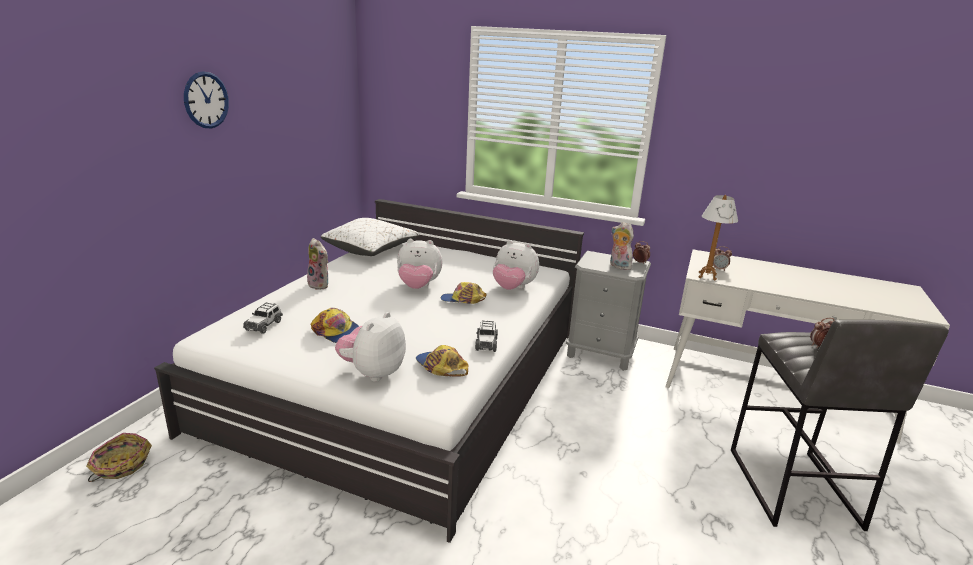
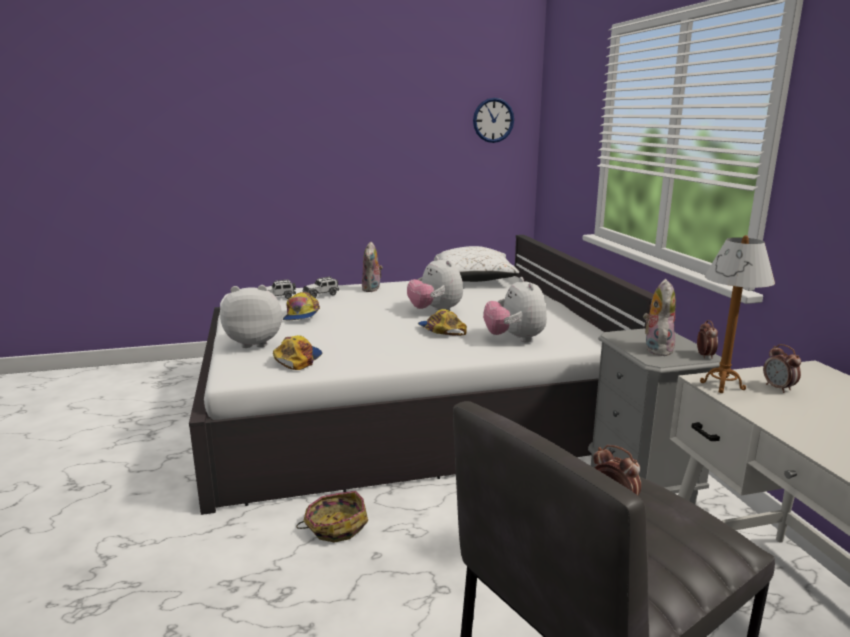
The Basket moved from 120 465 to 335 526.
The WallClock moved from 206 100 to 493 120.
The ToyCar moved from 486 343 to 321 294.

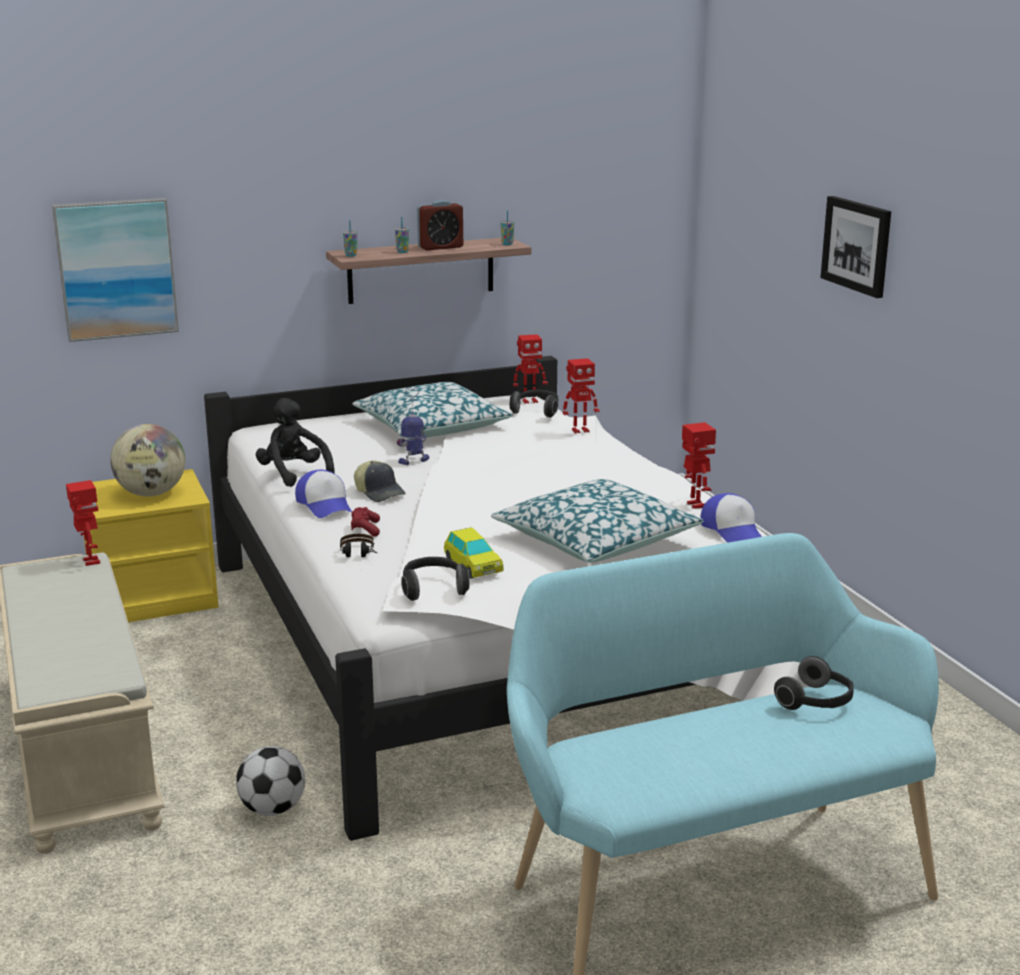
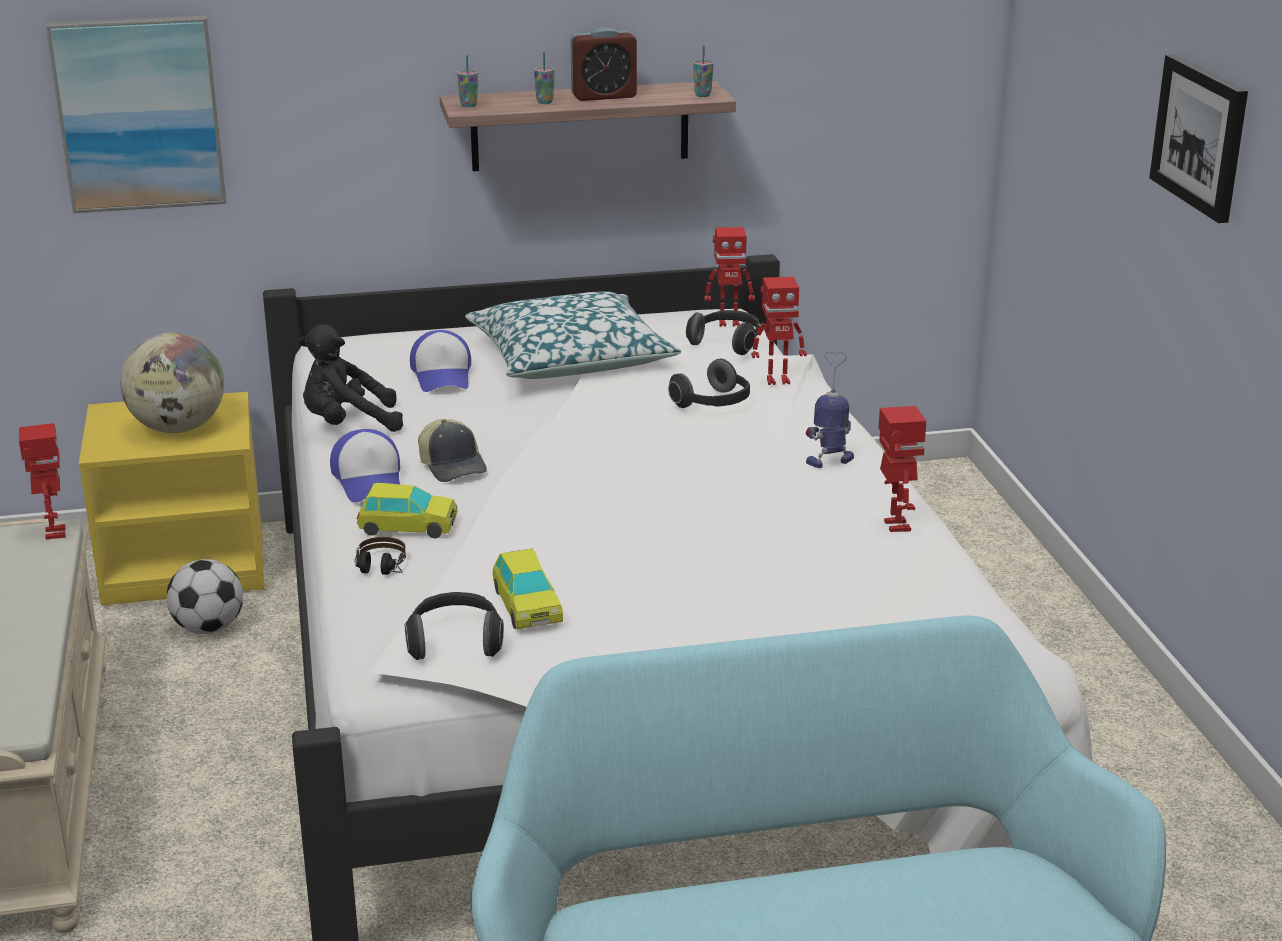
The Pillow at 595 540 disappeared.
The Football moved from 273 809 to 209 628.
The ToyRobot moved from 414 461 to 831 461.
The Cap moved from 733 531 to 443 375.
The Headphones moved from 816 702 to 714 404.
The RedGameController at 365 529 was replaced by the ToyCar at 408 527.
The BlackPlushToy at 293 474 turned 75 degrees counterclockwise.

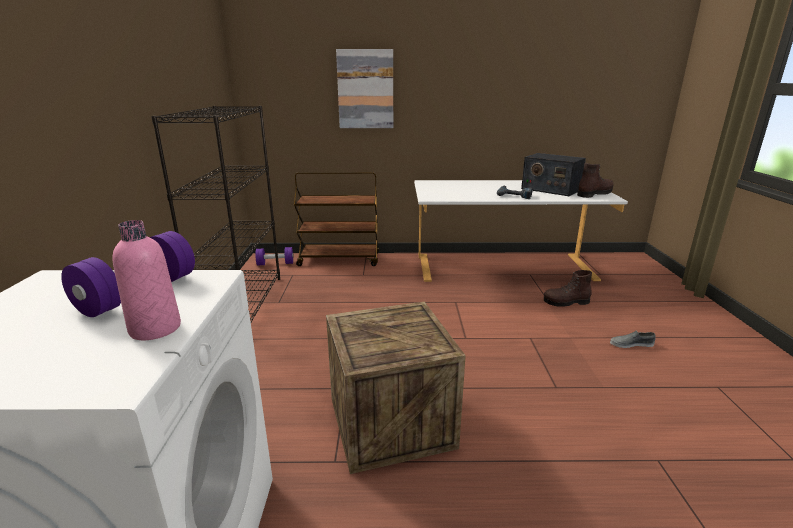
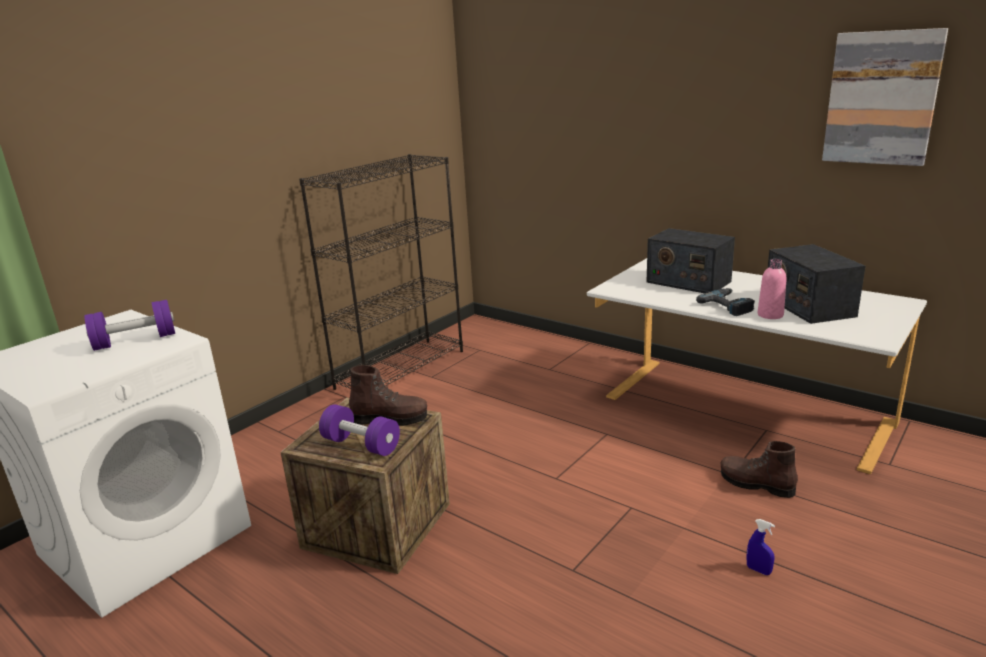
The BrownCart at 340 260 disappeared.
The Radio at 688 282 appeared.
The PinkBottle moved from 155 328 to 770 315.
The PurpleDumbbell moved from 275 264 to 361 445.
The Picture moved from 365 89 to 881 98.
The BrownBoot moved from 594 194 to 390 418.
The GreyShoe at 631 344 was replaced by the BlueSprayBottle at 758 570.

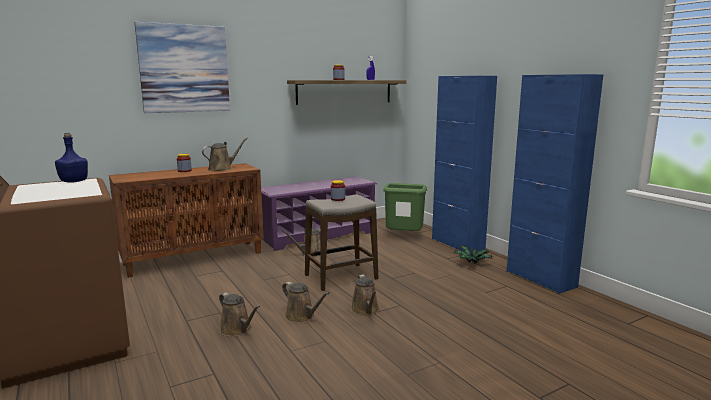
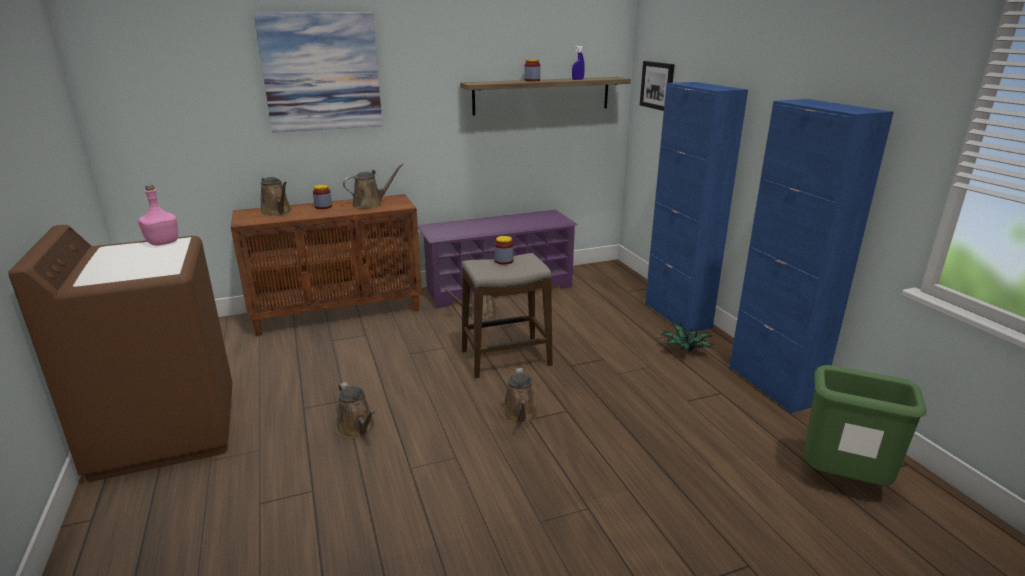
The Picture at 657 85 appeared.
The BrownWateringCan moved from 302 316 to 277 212.
The GreenTrashCan moved from 404 237 to 842 483.
The BlueBottle at 74 181 became the PinkBottle at 163 243.

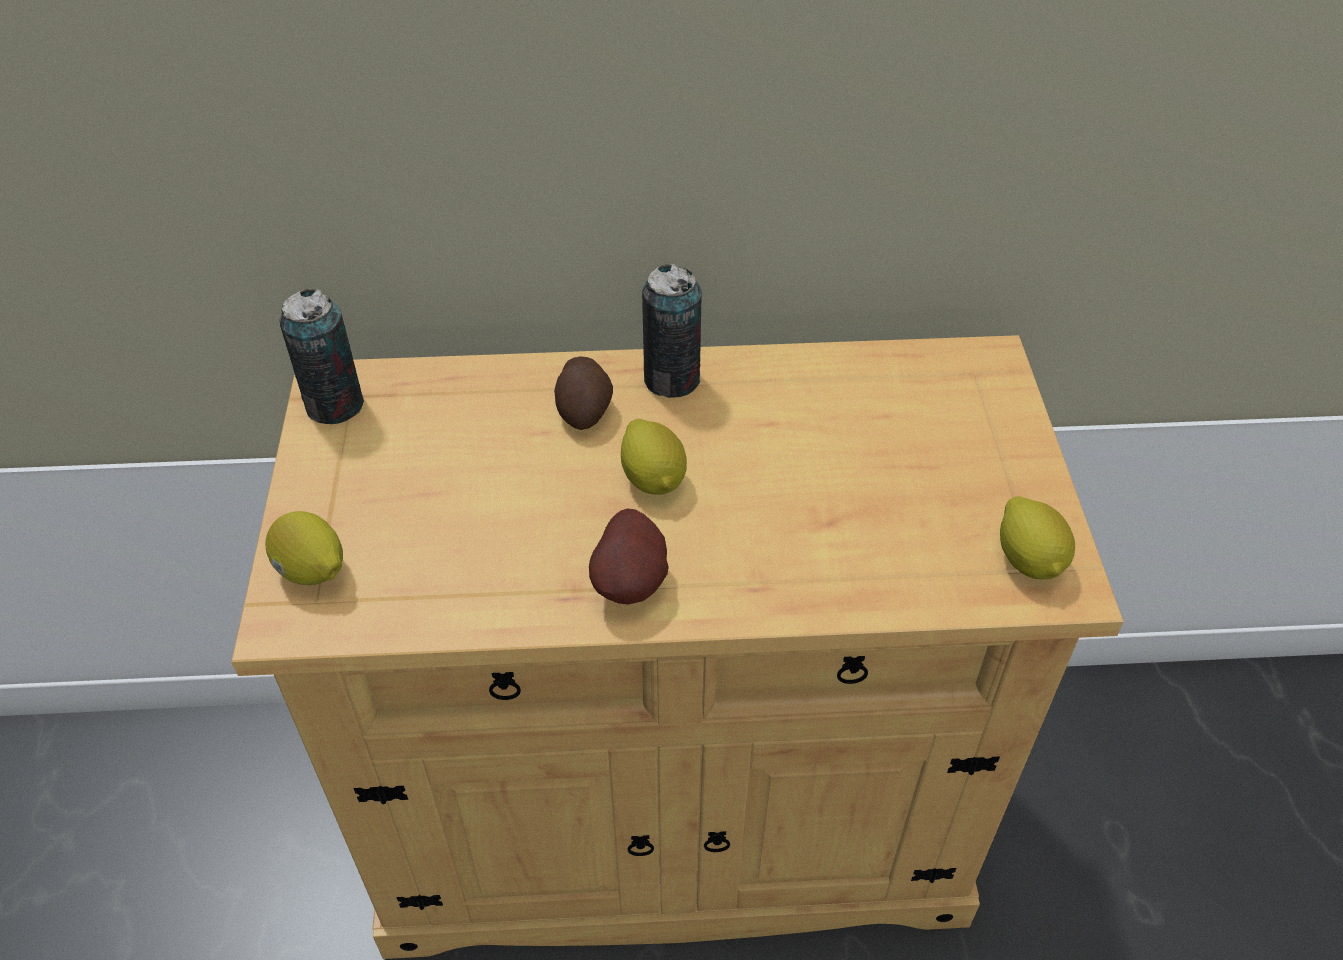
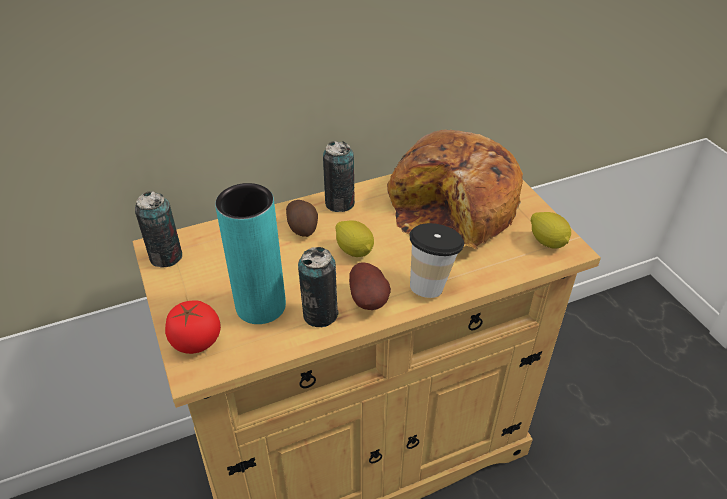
The TurquoiseVase at 261 306 appeared.
The Can at 320 314 appeared.
The Bread at 454 210 appeared.
The Cup at 431 283 appeared.
The Lemon at 312 571 was replaced by the Tomato at 196 341.

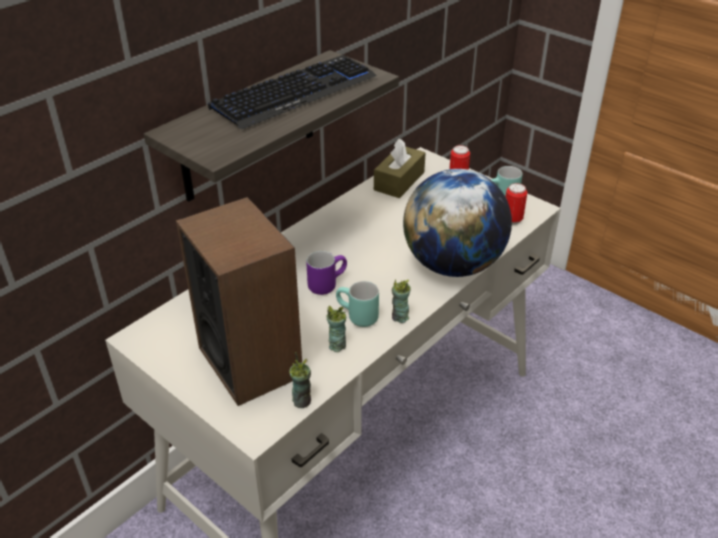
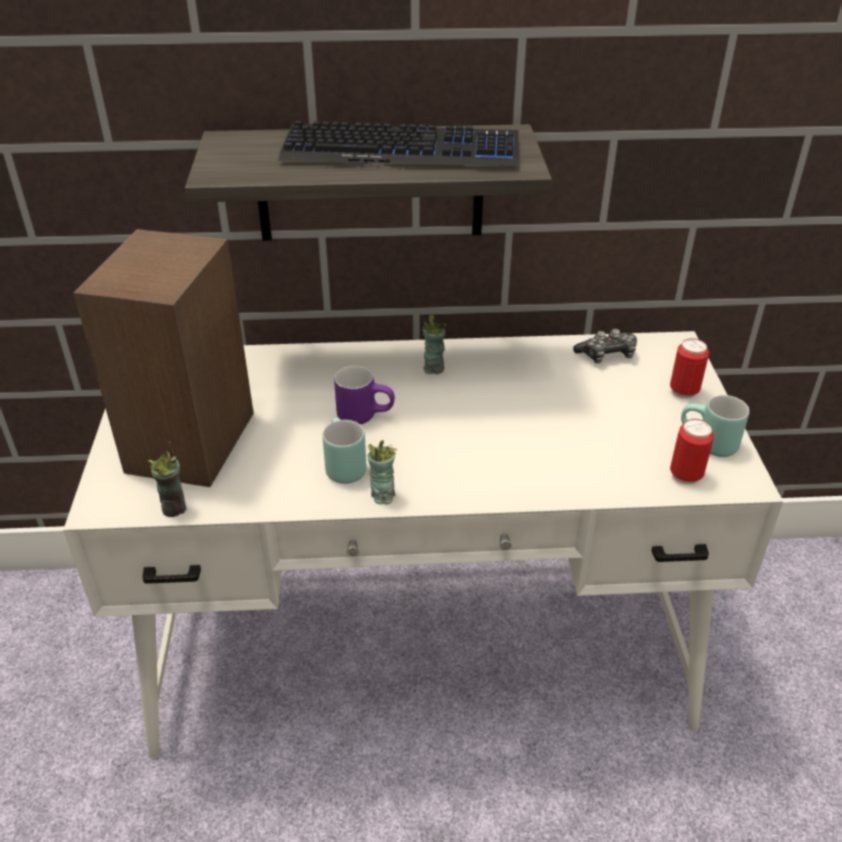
The Globe at 452 265 disappeared.
The Cup moved from 337 345 to 433 368.
The BrownTissueBox at 399 181 was replaced by the GameController at 607 355.

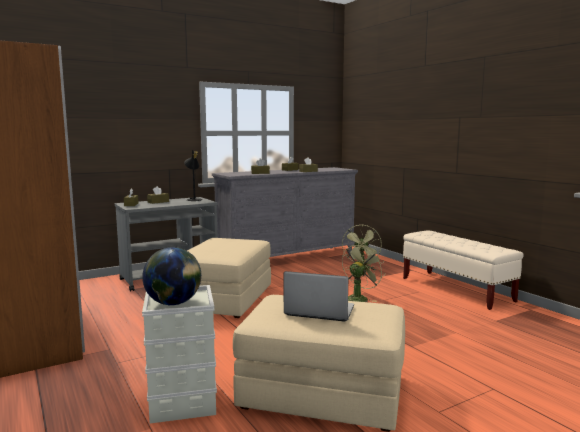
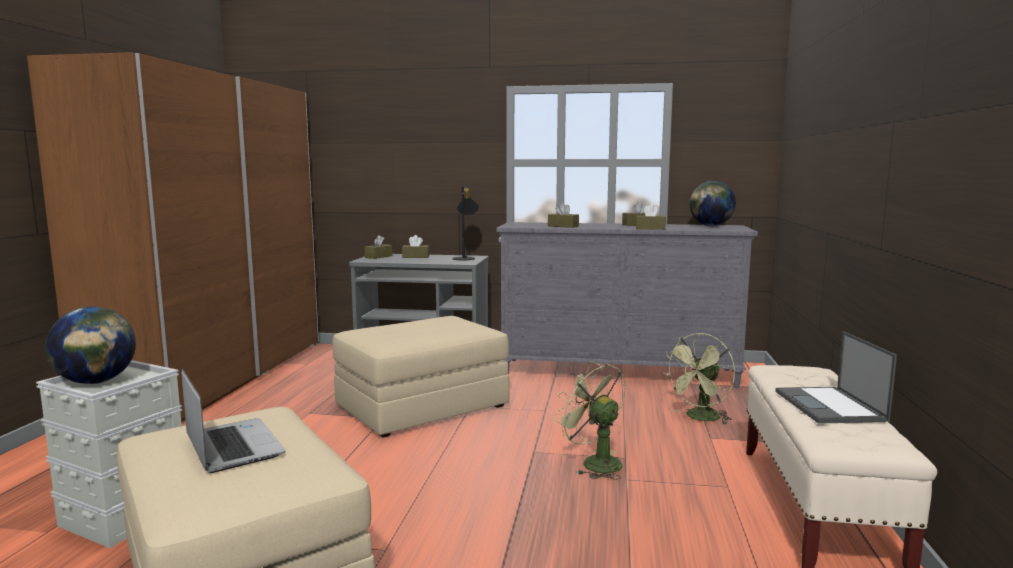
The Globe at 711 226 appeared.
The Laptop at 830 406 appeared.
The GreenFan at 359 298 turned 120 degrees counterclockwise.

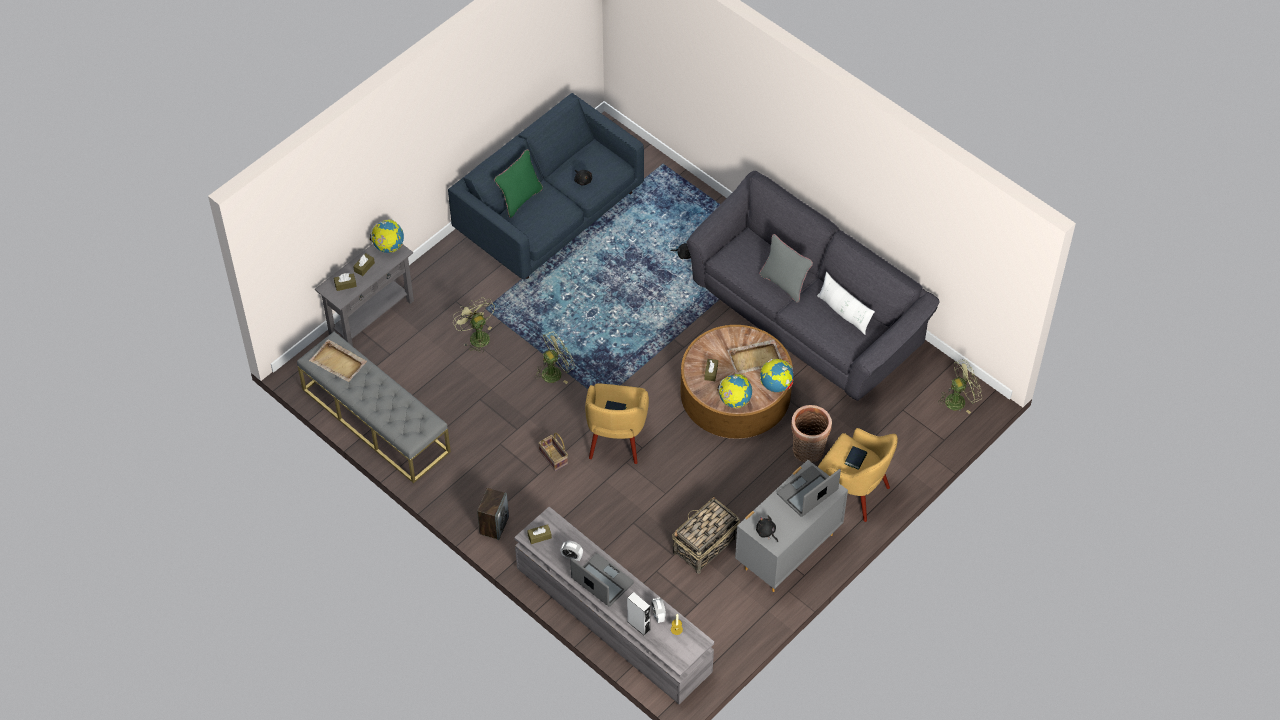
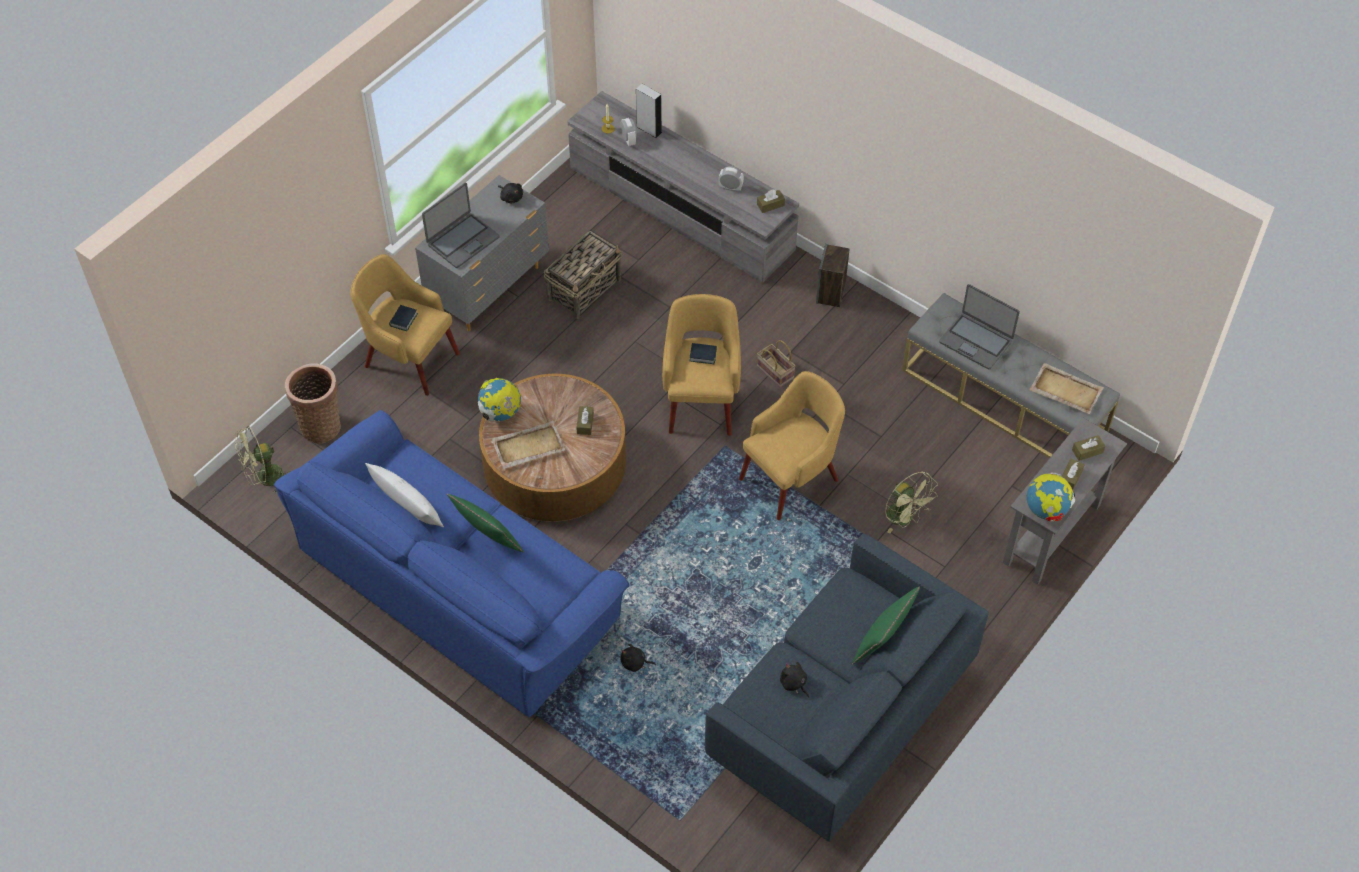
The Globe at 734 401 disappeared.
The Laptop moved from 602 581 to 976 341.
The Basket moved from 808 452 to 321 425.
The GreenFan at 555 372 was replaced by the YellowArmchair at 791 478.
The GreySofa at 806 312 became the BlueSofa at 459 586.
The GreyPillow at 784 284 became the GreenPillow at 488 542.

